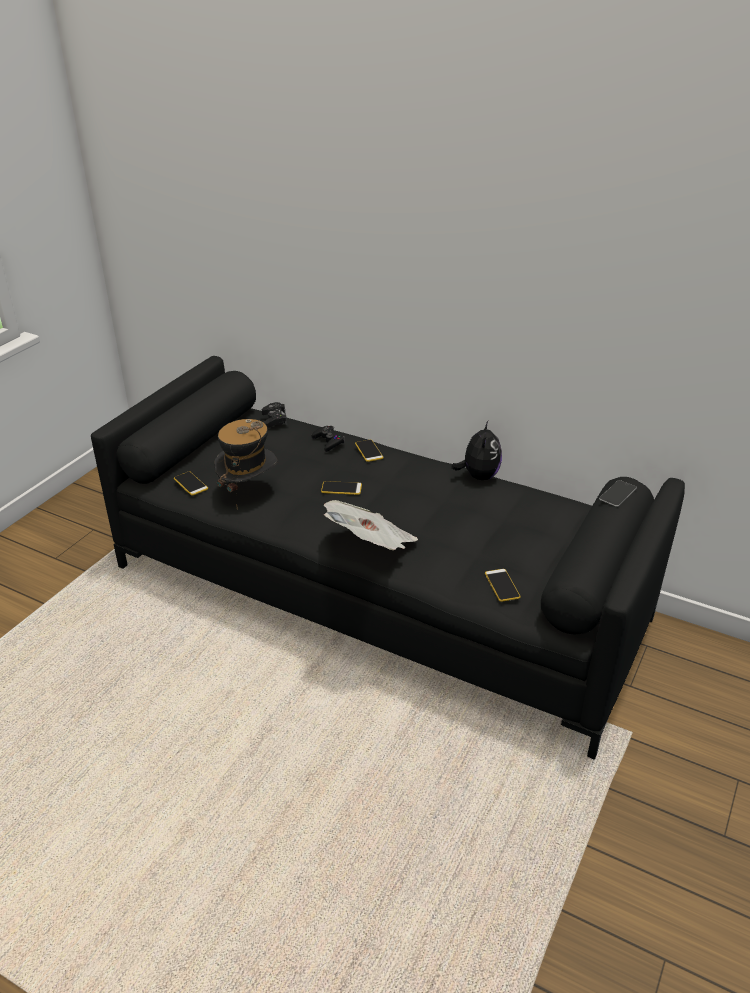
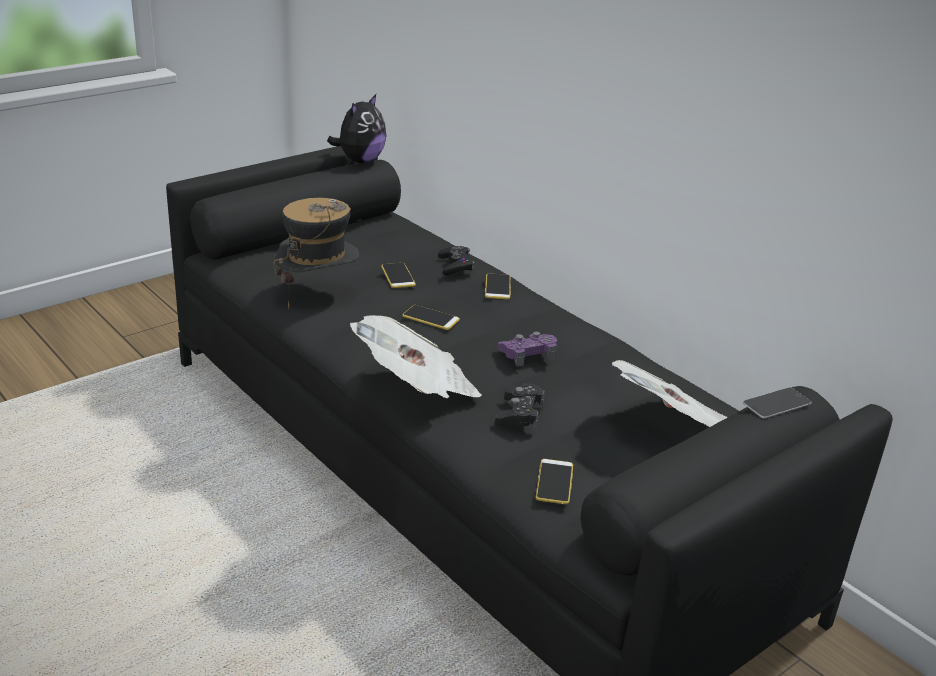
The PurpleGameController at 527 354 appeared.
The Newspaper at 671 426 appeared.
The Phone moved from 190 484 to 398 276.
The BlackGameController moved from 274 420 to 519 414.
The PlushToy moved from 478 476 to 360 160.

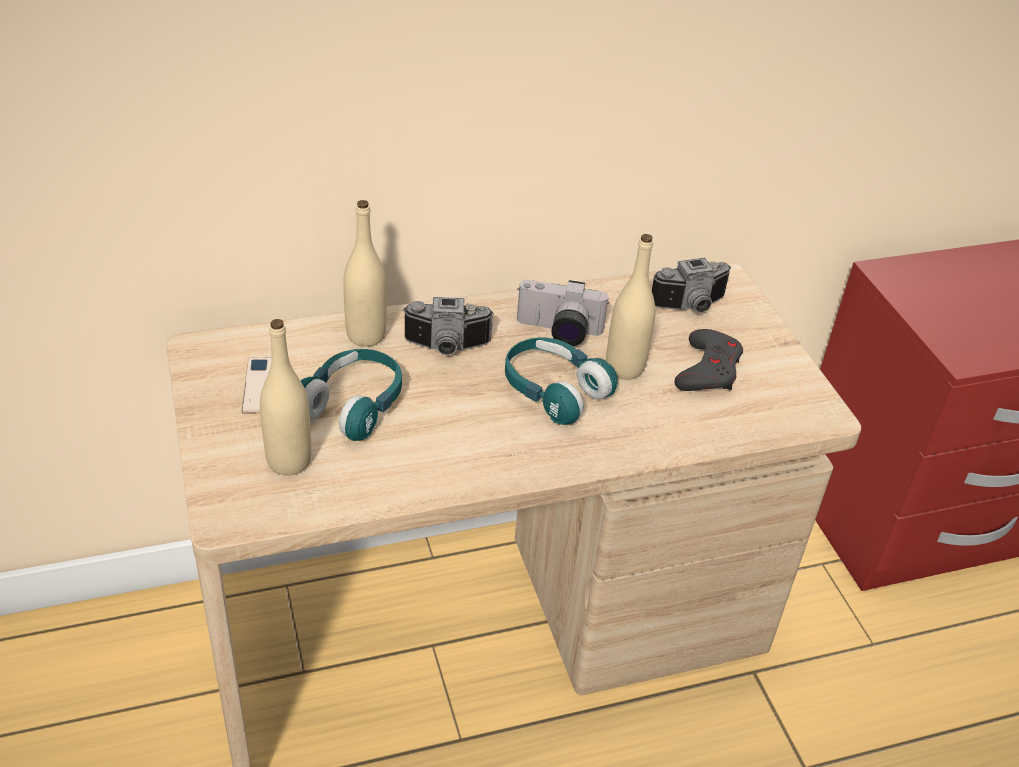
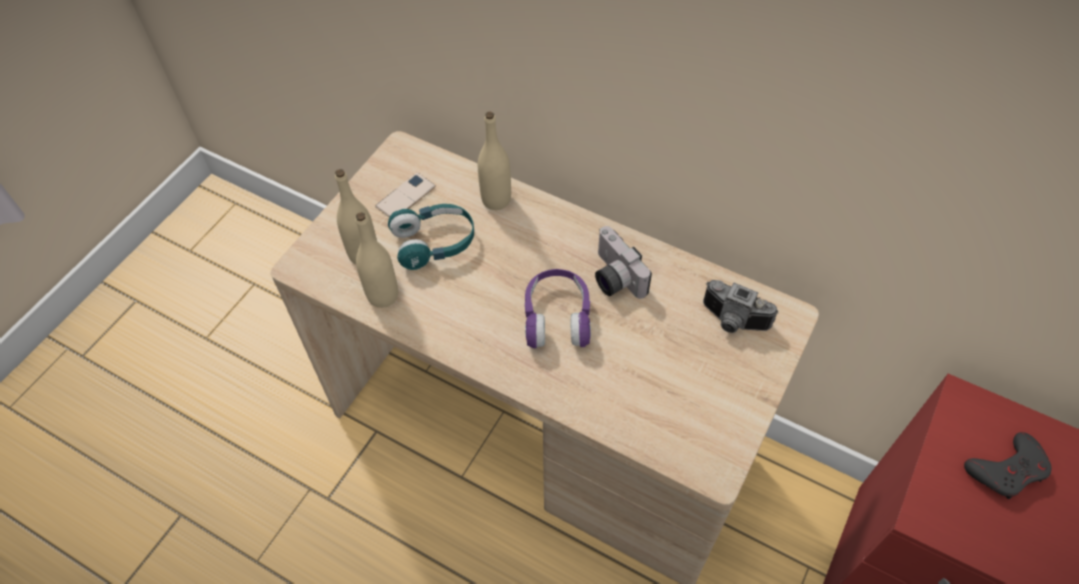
The PhotoCamera at 447 348 disappeared.
The BeigeBottle moved from 624 368 to 383 295.
The GreyGameController moved from 708 369 to 1007 470.
The TurquoiseHeadphones at 553 391 became the PurpleHeadphones at 557 317.

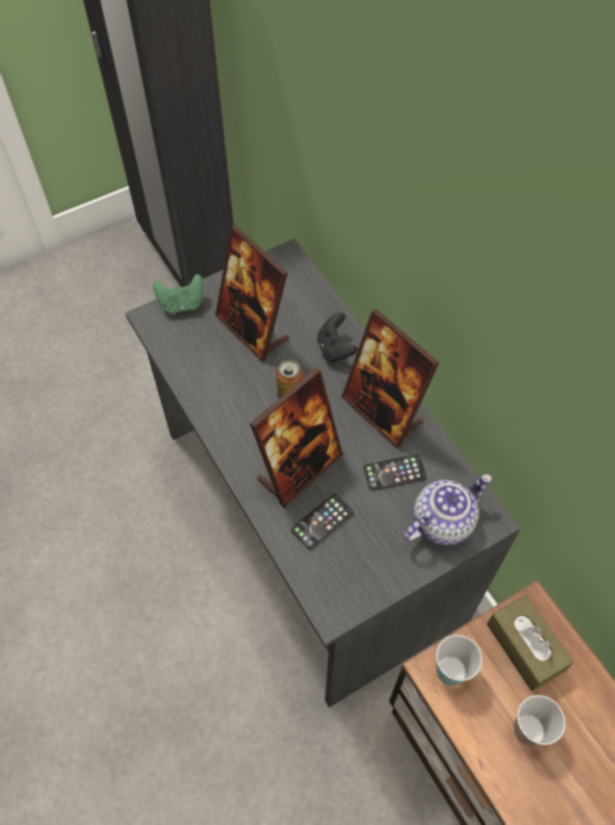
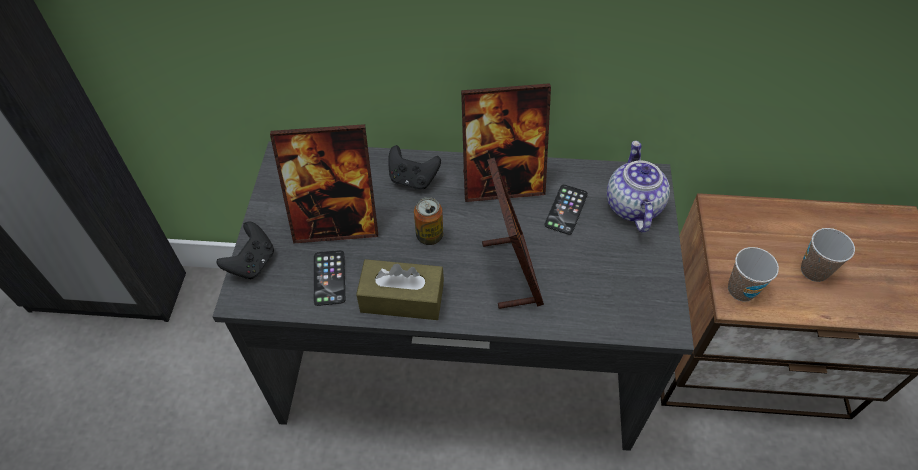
The Phone moved from 322 521 to 329 278.
The BrownTissueBox moved from 524 647 to 402 298.
The GreenGameController at 181 304 became the BlackGameController at 252 263.

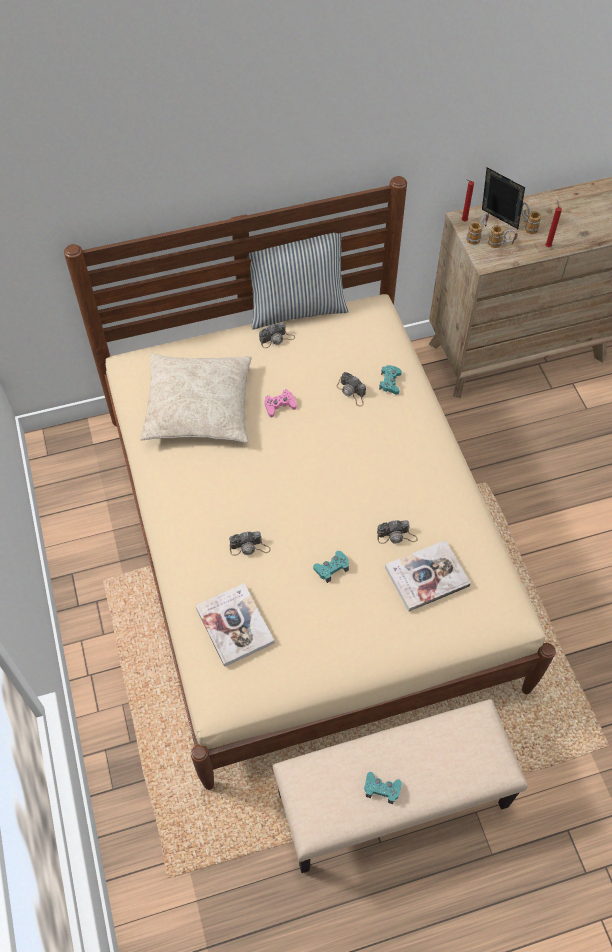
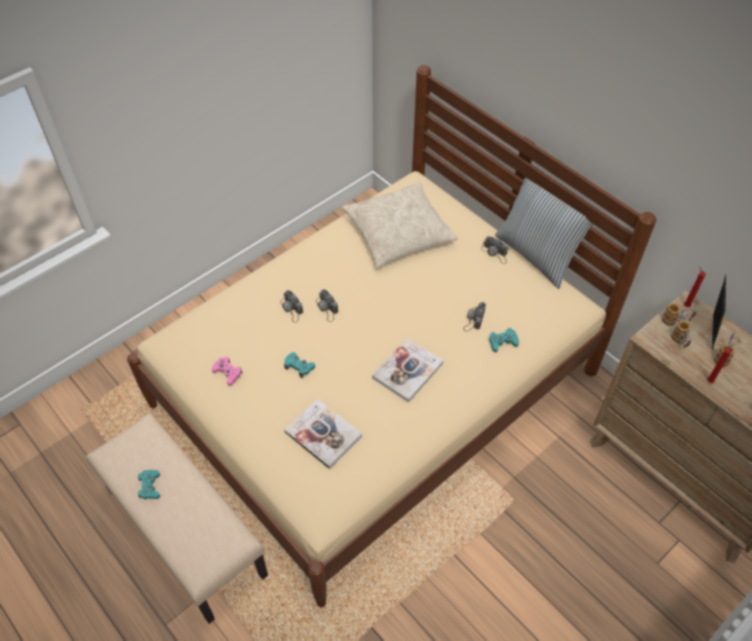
The Book moved from 234 625 to 407 371.
The PinkGameController moved from 279 405 to 227 373.
The PhotoCamera moved from 396 536 to 327 308.

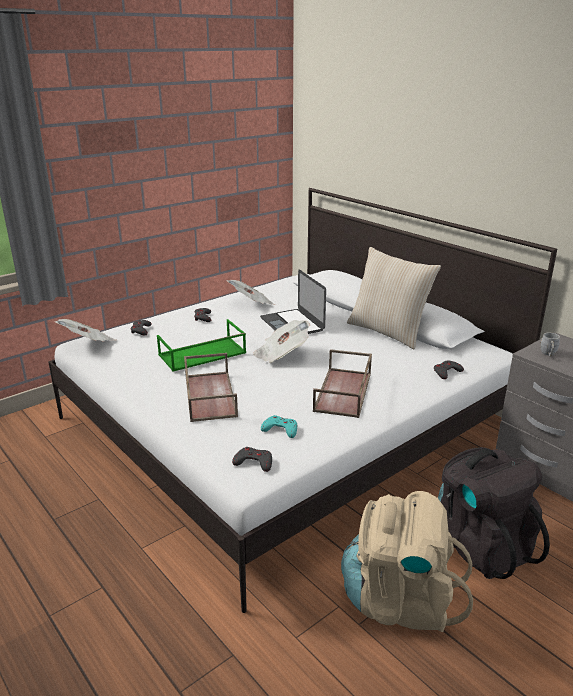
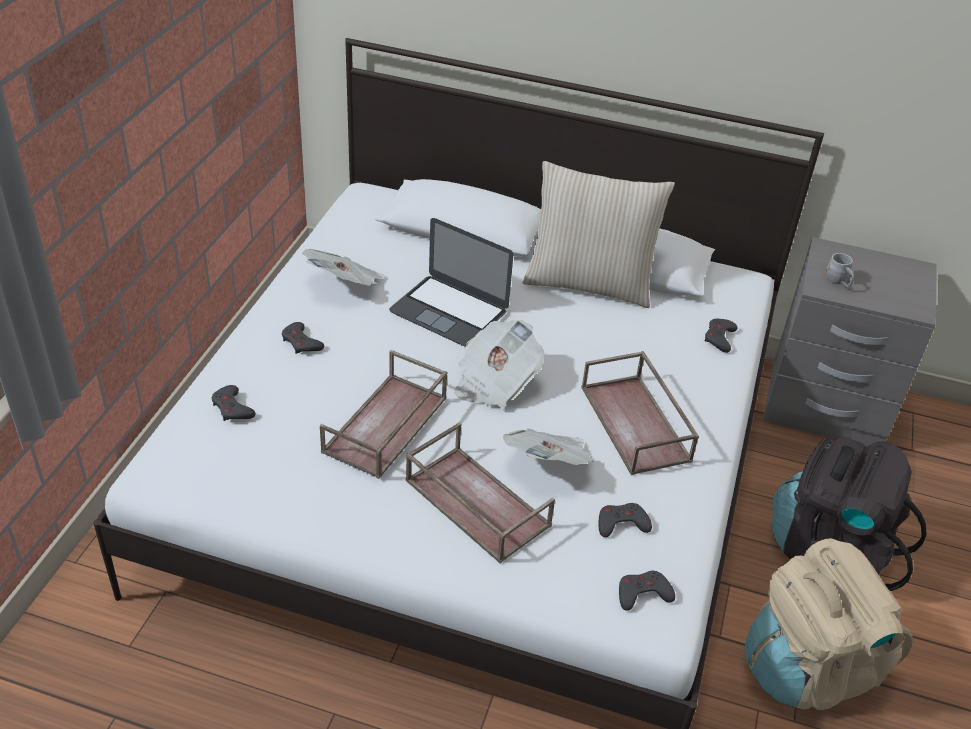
The Newspaper moved from 88 343 to 549 463.
The GreenTray at 202 354 became the BrownTray at 386 426.
The TurquoiseGameController at 280 429 became the GreyGameController at 621 523.

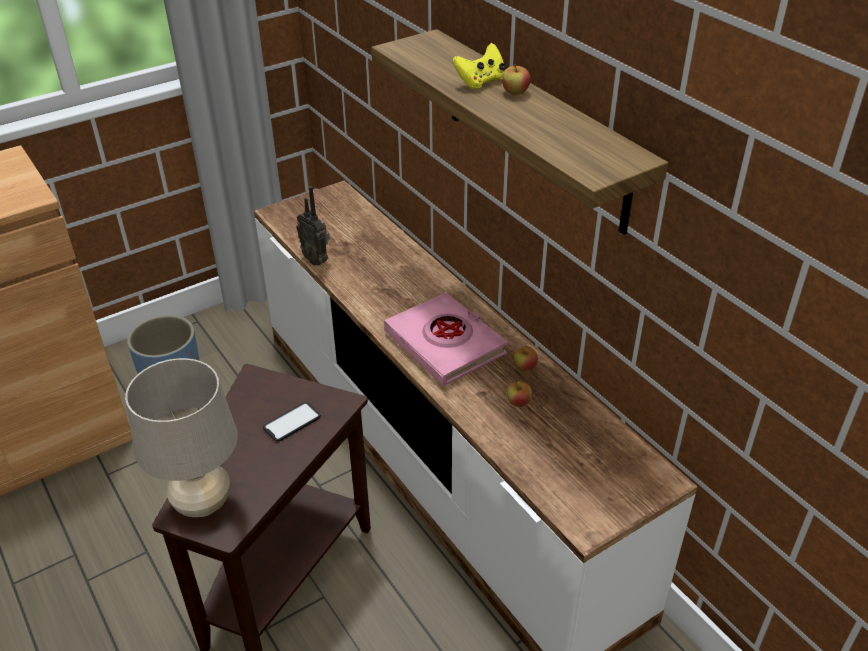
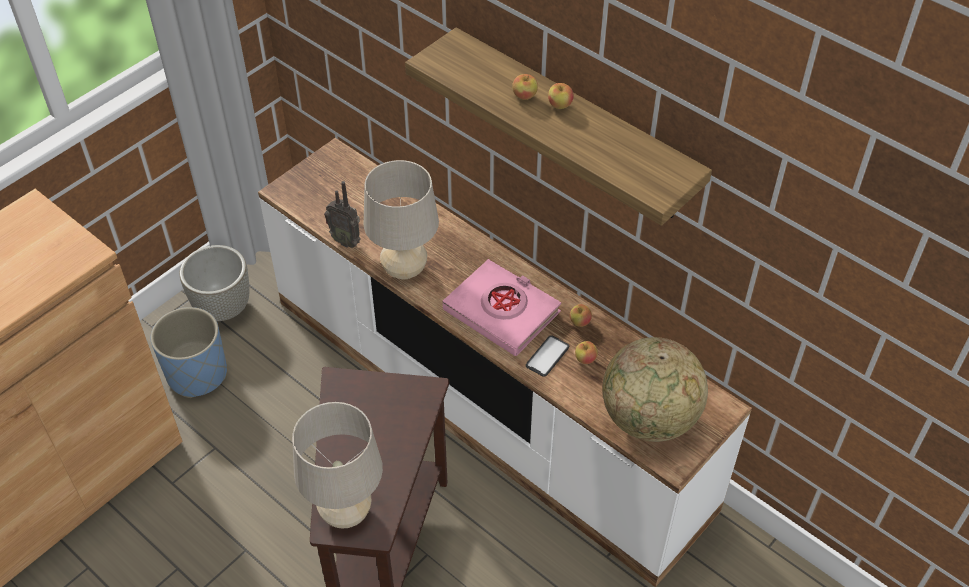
The GreyPlanter at 223 307 appeared.
The BeigeTableLamp at 405 270 appeared.
The Globe at 649 419 appeared.
The Phone moved from 292 422 to 547 356.
The YellowGameController at 480 82 was replaced by the Apple at 524 96.

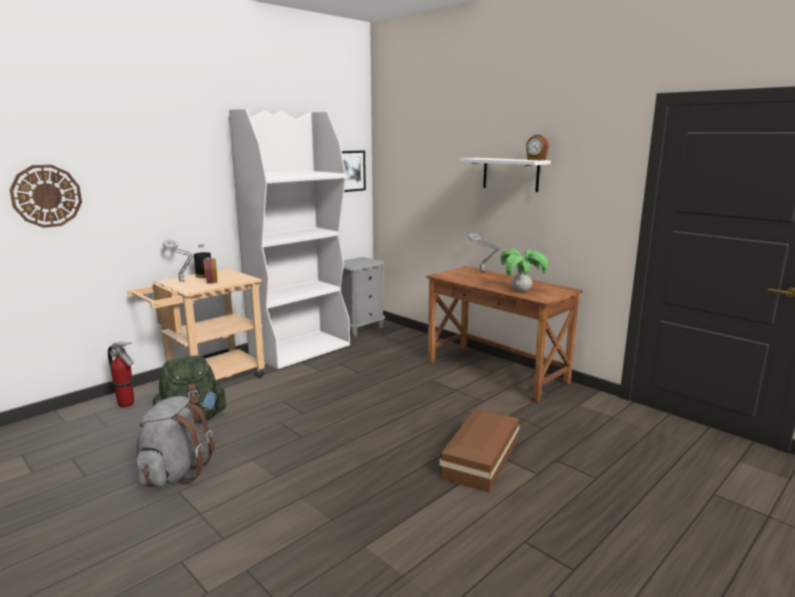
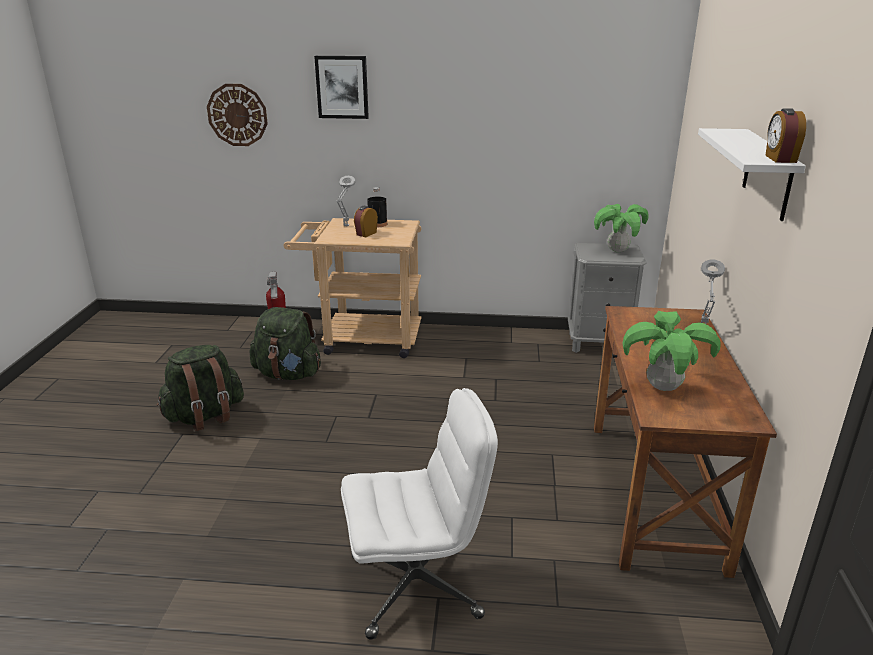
The WhiteBookcase at 300 350 disappeared.
The PottedPlant at 617 250 appeared.
The Picture moved from 350 171 to 342 87.
The BrownStorageBox at 482 458 was replaced by the WhiteOfficeChair at 417 584.
The GreyBackpack at 174 473 became the GreenBackpack at 205 416.

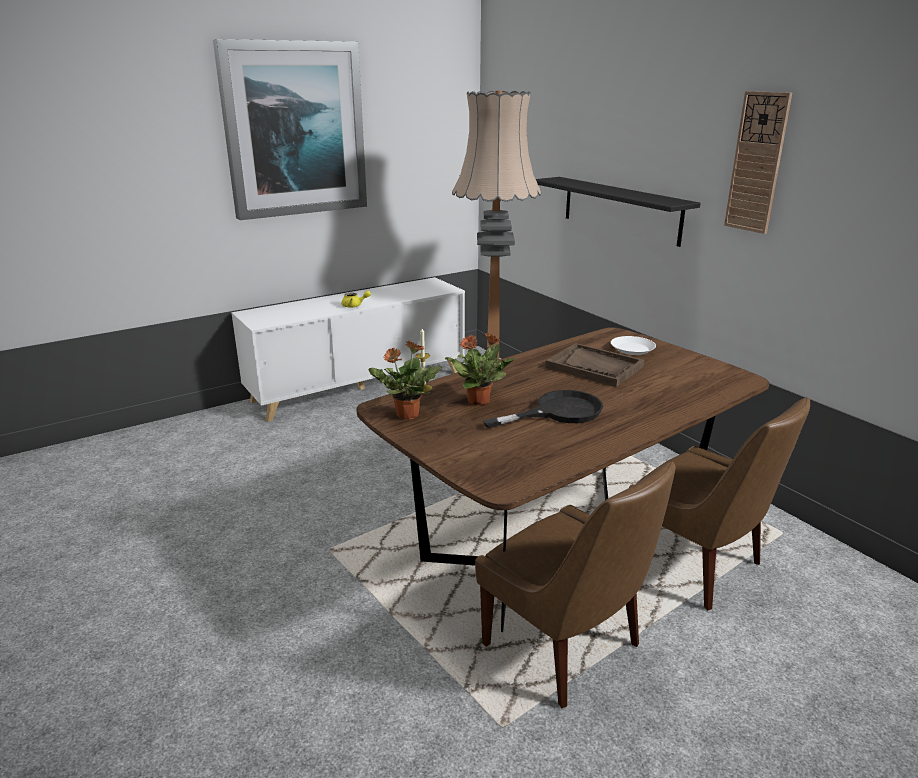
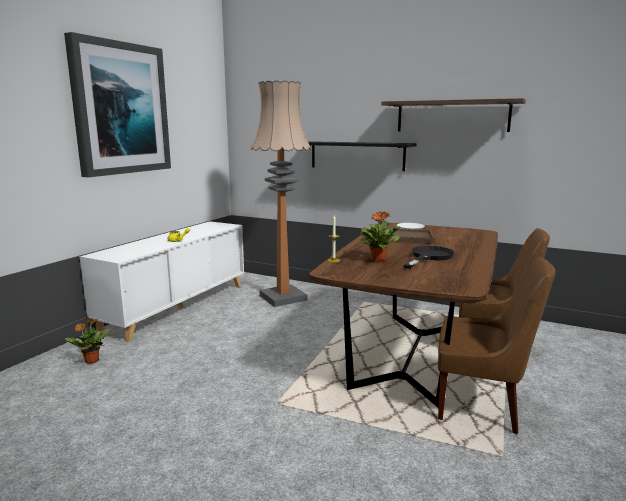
The PottedPlant moved from 406 415 to 91 361.
The WallClock at 757 163 was replaced by the Shelf at 452 116.

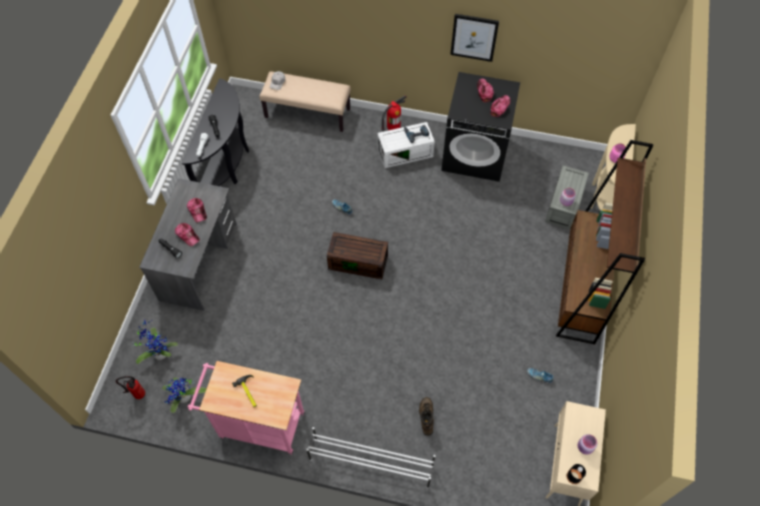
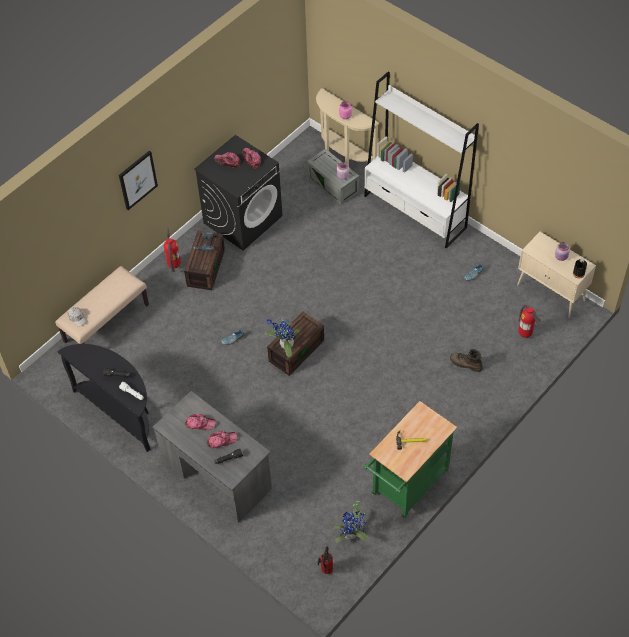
The WhiteShoeRack at 370 462 disappeared.
The FireExtinguisher at 525 334 appeared.
The PottedPlant moved from 159 353 to 285 345.
The Picture moved from 474 37 to 137 180.
The PinkCart at 257 424 became the GreenCart at 407 486.
The WhiteStorageBox at 405 152 became the BrownStorageBox at 205 267.
The BrownBookcase at 581 288 became the WhiteBookcase at 415 212.

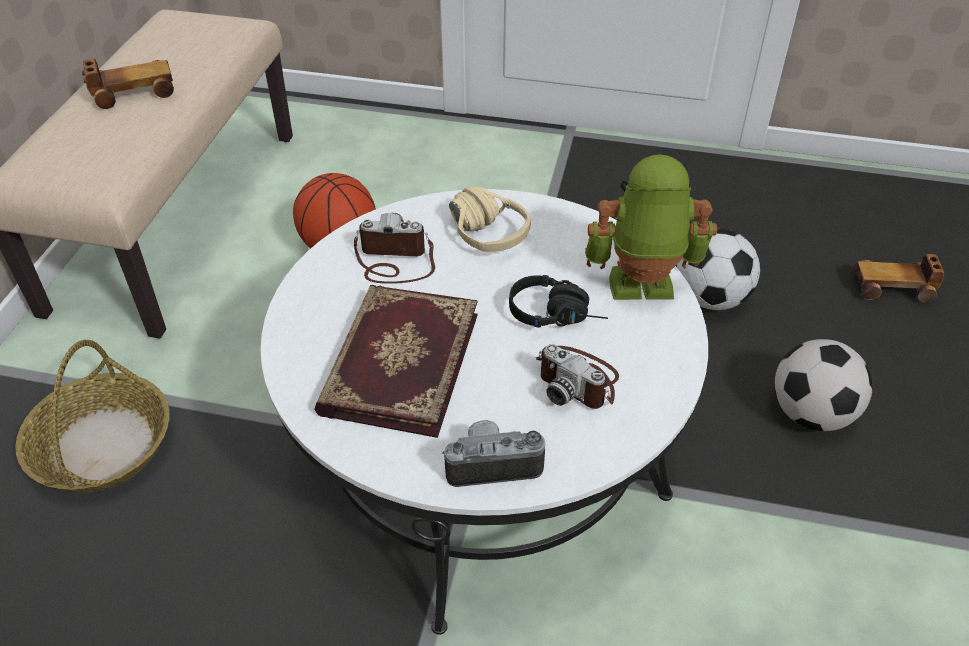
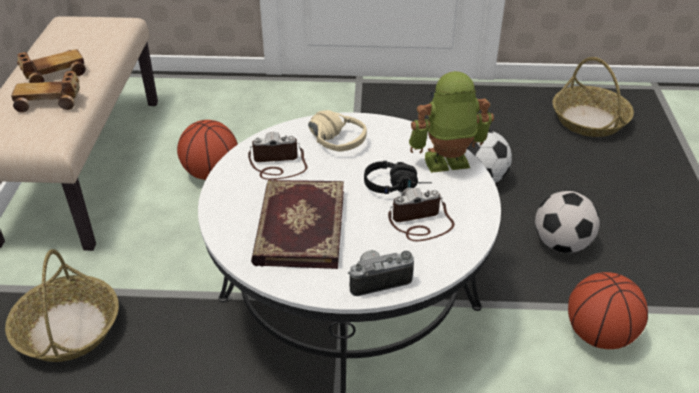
The Basket at 589 120 appeared.
The Basketball at 598 335 appeared.
The ToyCar moved from 893 288 to 50 102.
The PhotoCamera at 578 380 turned 135 degrees clockwise.

